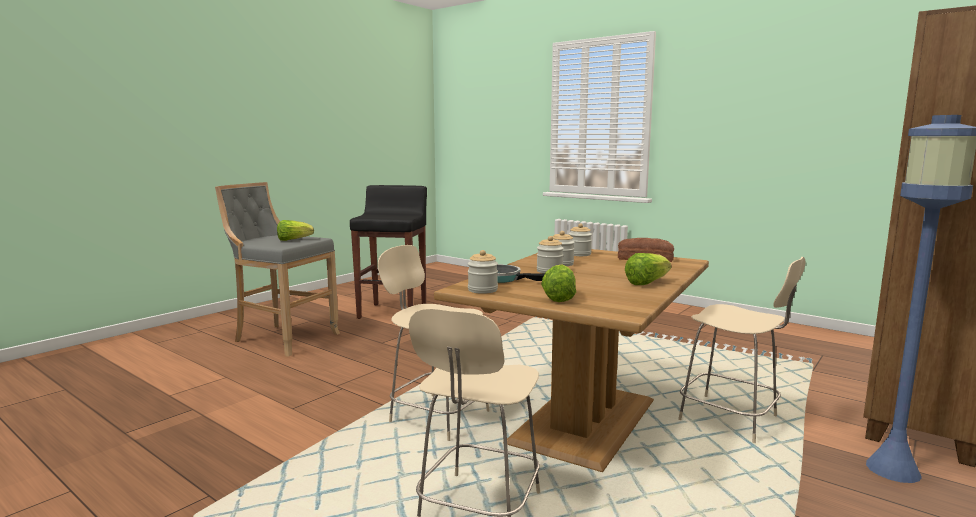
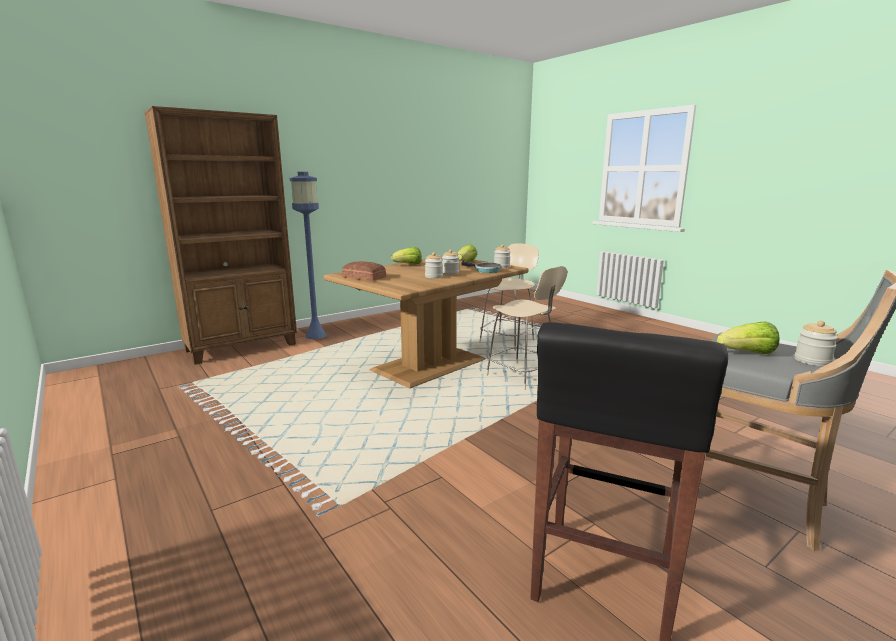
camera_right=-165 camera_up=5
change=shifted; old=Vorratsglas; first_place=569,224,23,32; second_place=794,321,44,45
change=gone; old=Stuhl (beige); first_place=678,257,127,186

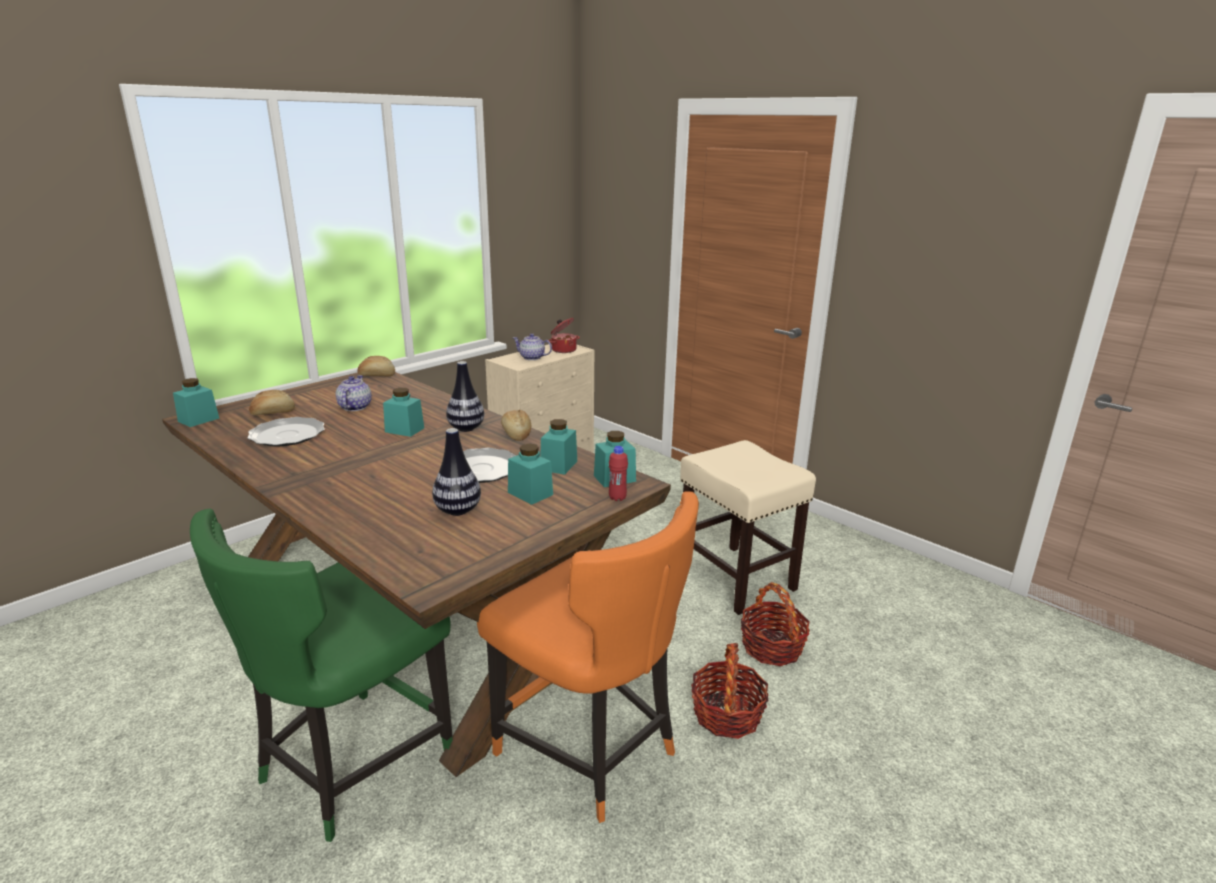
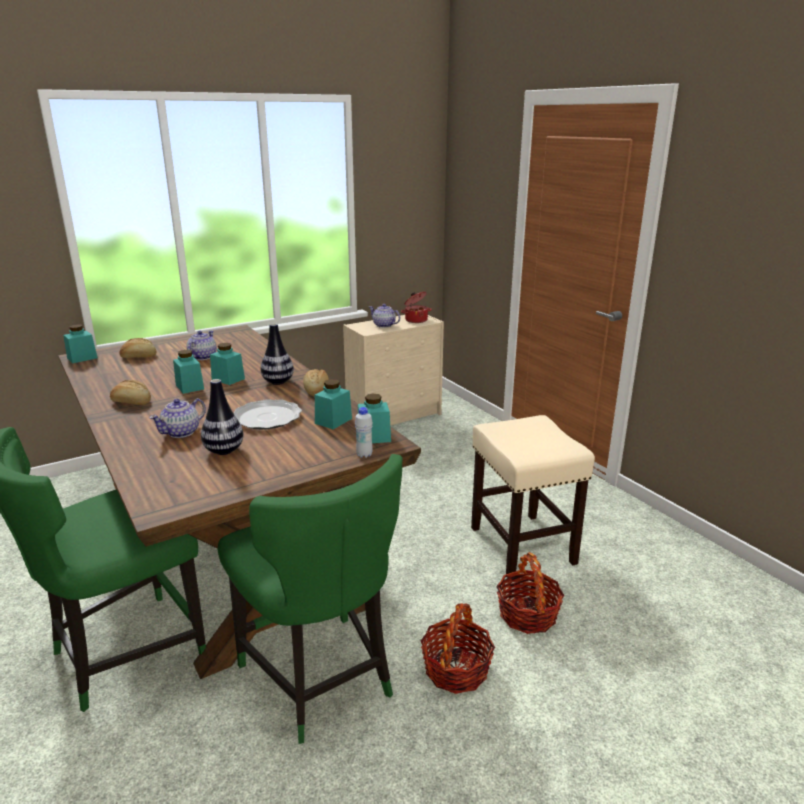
camera_right=15 camera_up=0
change=shifted; old=Brot; first_place=357,356,38,20; second_place=110,380,41,25
change=new; new=Teekanne; second_place=149,398,57,40
change=shifted; old=Vorratsglas (türkis); first_place=508,444,45,61; second_place=173,350,31,44
change=repainted; old=Stuhl (orange); new=Stuhl (grün); first_place=477,491,222,332; second_place=217,454,186,290
change=repainted; old=Flasche (rot); new=Flasche (weiß); first_place=609,446,19,55; second_place=355,407,18,51
change=gone; old=Teller; first_place=247,417,78,30

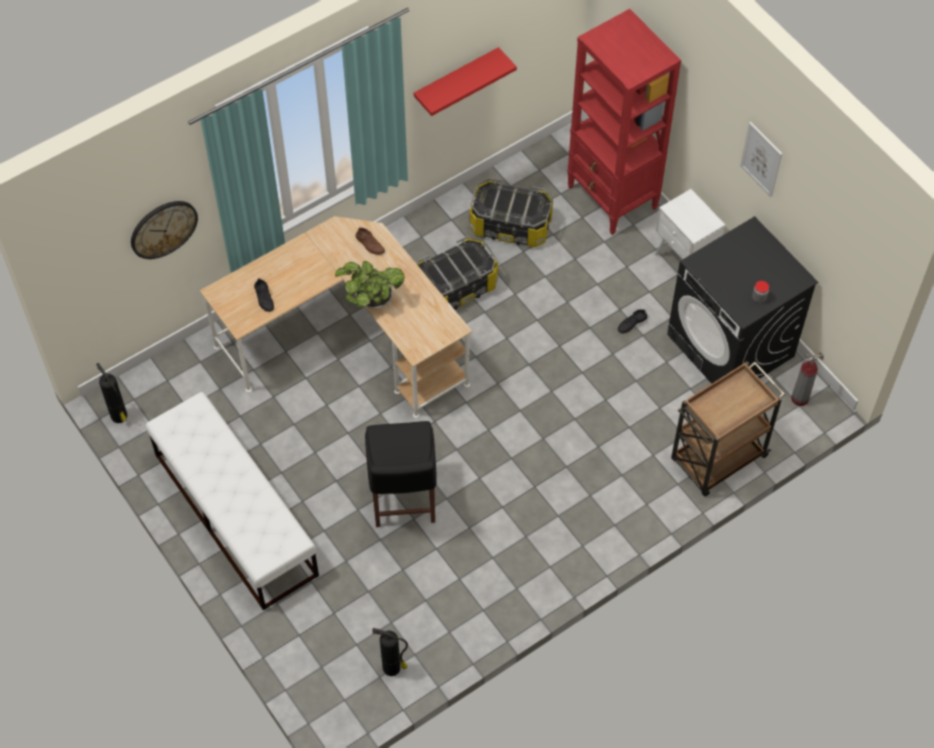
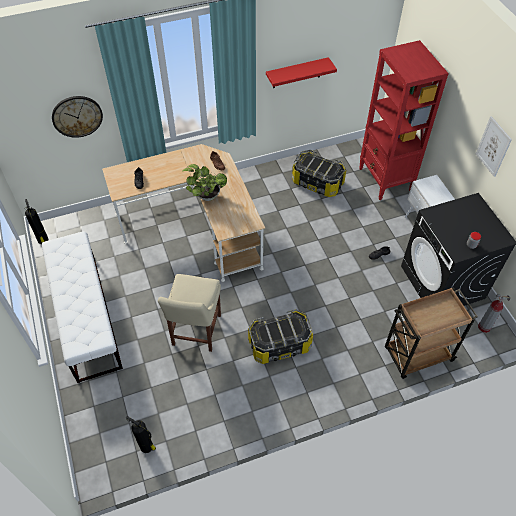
camera_right=15 camera_up=-5
change=repainted; old=Stuhl (schwarz); new=Stuhl (beige); first_place=365,421,72,106; second_place=158,274,63,78
change=shifted; old=Aufbewahrungsbox; first_place=417,236,81,74; second_place=248,309,65,55

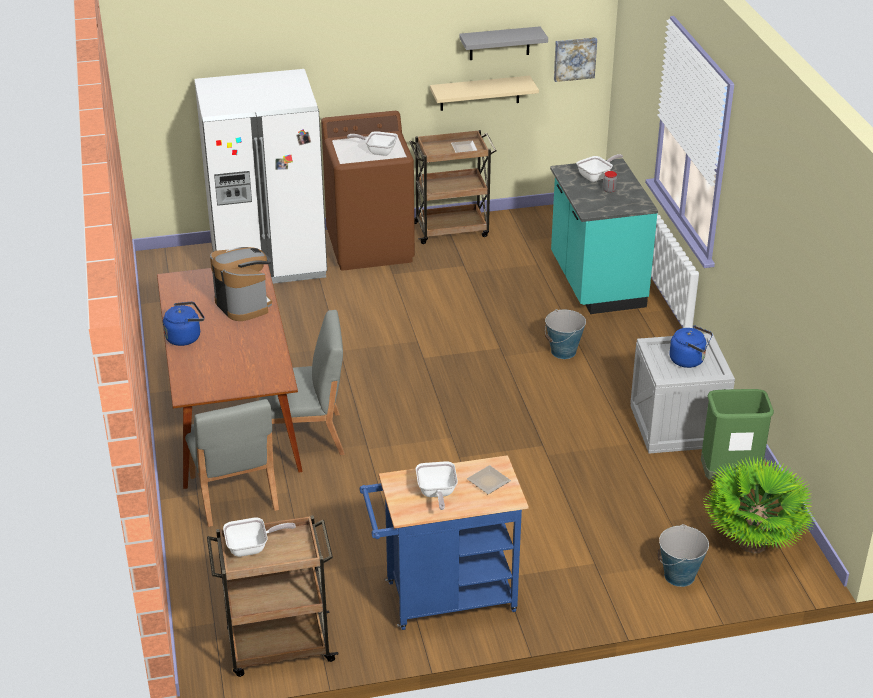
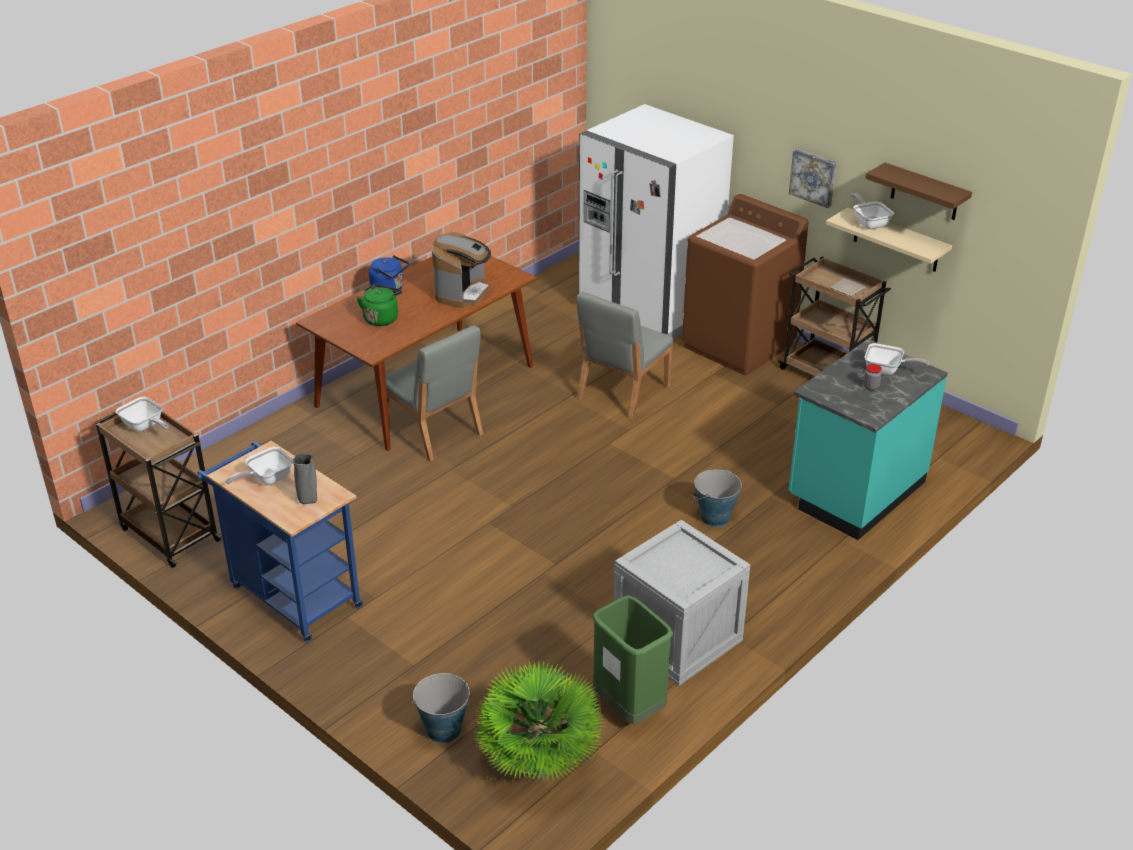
camera_right=55 camera_up=0
change=swapped; old=Teller; new=Vase (grau); first_place=467,465,44,29; second_place=292,453,25,51
change=new; new=Wasserkessel (grün); second_place=356,284,46,42
change=shifted; old=Stuhl (grau); first_place=185,399,94,128; second_place=576,292,97,128
change=shifted; old=Bild; first_place=554,37,43,45; second_place=789,149,48,59
change=shifted; old=Pfanne; first_place=347,131,51,25; second_place=851,193,43,36
change=repainted; old=Wandregal (grau); new=Wandregal (braun); first_place=459,26,89,34; second_place=865,163,107,57
change=gone; old=Wasserkessel (blau); first_place=669,325,44,43

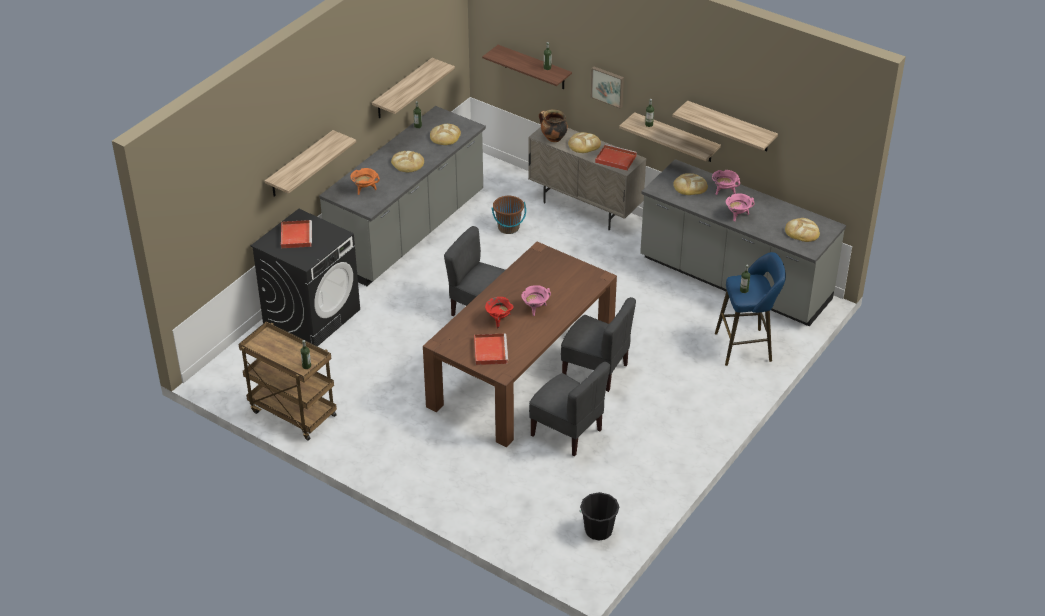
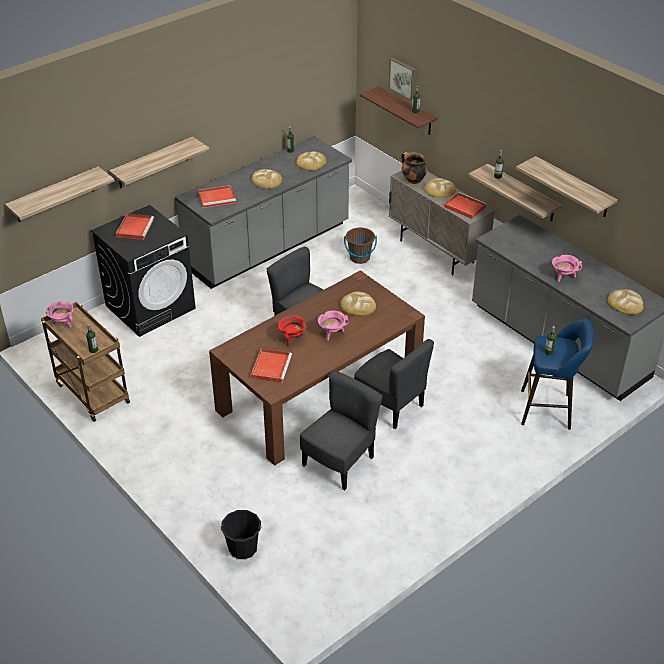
camera_right=15 camera_up=0
change=shifted; old=Wandregal; first_place=372,58,83,60; second_place=5,166,110,56
change=shifted; old=Kochtopf (rosa); first_place=712,170,28,25; second_place=46,301,27,28
change=swapped; old=Kochtopf (orange); new=Tablett (rot); first_place=351,168,29,27; second_place=198,185,38,23
change=shifted; old=Eimer (schwarz); first_place=579,492,40,49; second_place=221,510,41,49
change=rotated; old=Stuhl (grau); first_place=529,362,81,94; second_place=300,370,83,120; degrees=-105
change=shifted; old=Brot; first_place=673,173,35,22; second_place=341,291,35,25
change=shifted; old=Bild; first_place=591,67,33,42; second_place=389,58,27,42

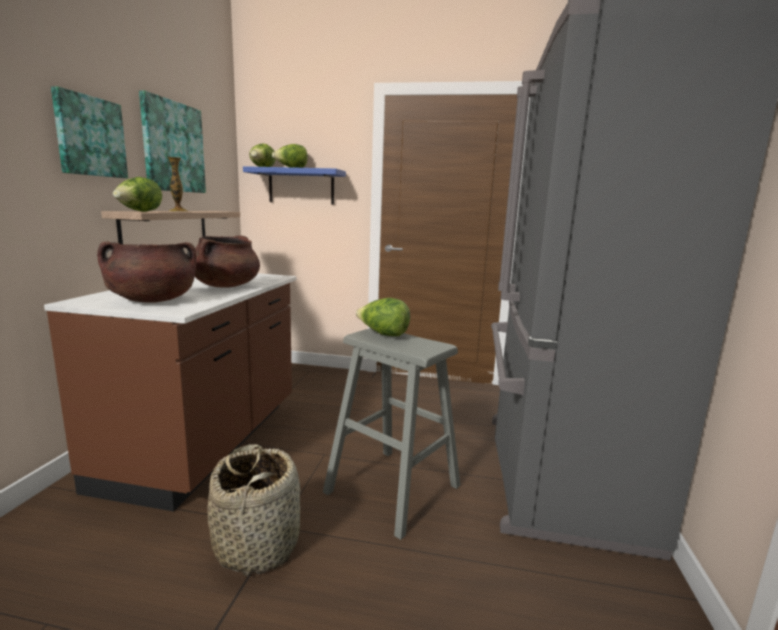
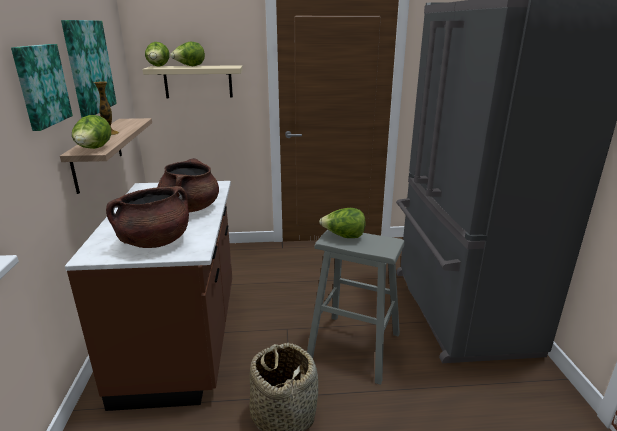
camera_right=-15 camera_up=10
change=repainted; old=Wandregal (blau); new=Wandregal (beige); first_place=243,166,103,39; second_place=142,65,101,33

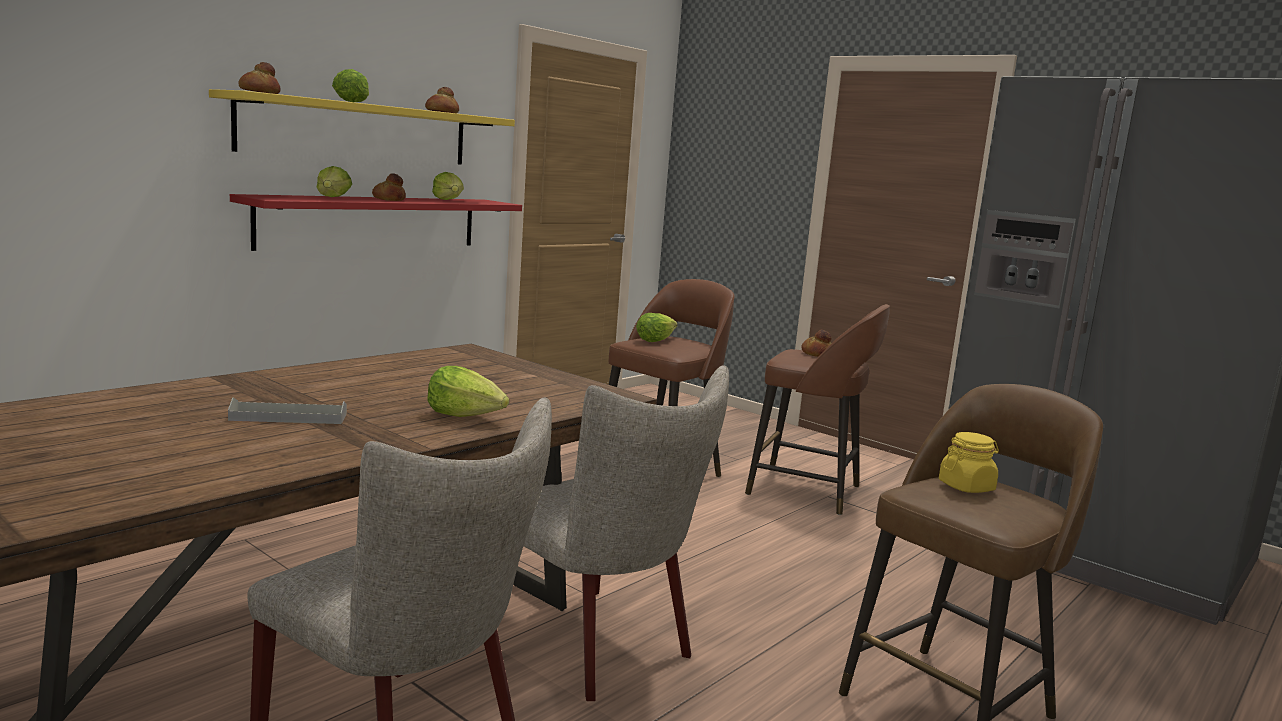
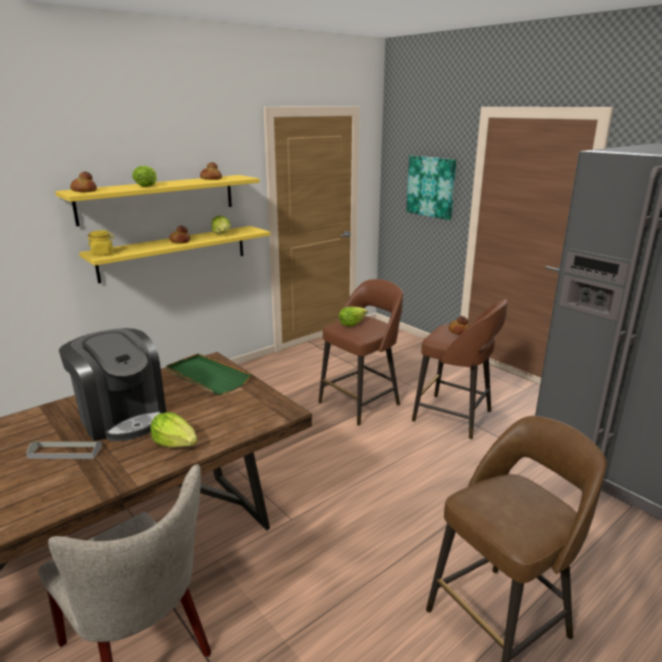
camera_right=10 camera_up=10
change=new; new=Kaffeemaschine; second_place=59,328,107,114
change=repainted; old=Wandregal (rot); new=Wandregal (gelb); first_place=230,194,292,57; second_place=79,226,191,58
change=shifted; old=Vorratsglas (gelb); first_place=939,432,60,61; second_place=88,230,26,25
change=new; new=Tablett (grün); second_place=166,354,85,41
change=new; new=Bild; second_place=406,156,50,64
change=gone; old=Salatkopf; first_place=317,166,35,31
change=gone; old=Stuhl (beige); first_place=524,365,205,336

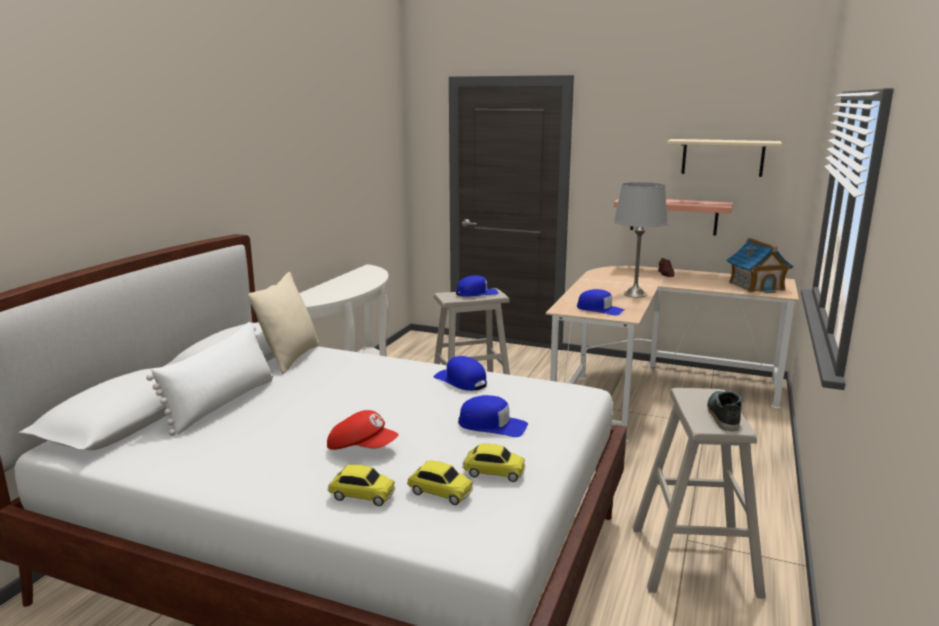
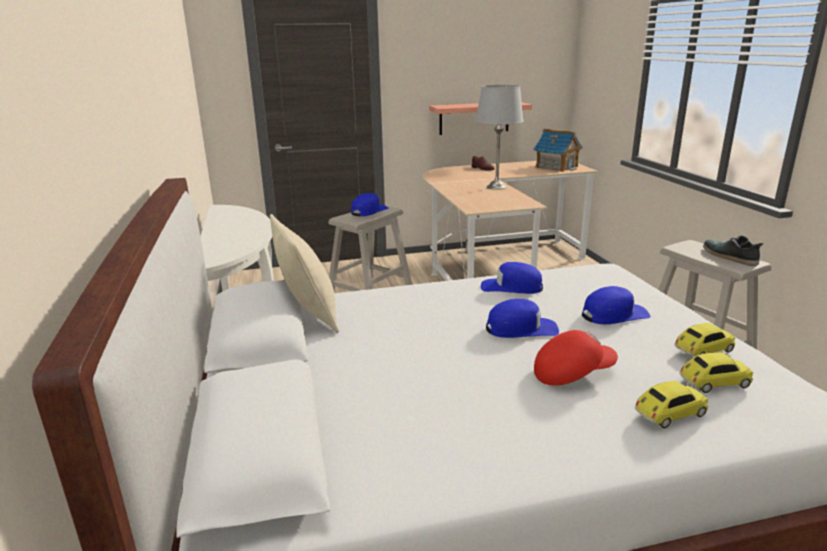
camera_right=-35 camera_up=5
change=shifted; old=Kappe (blau); first_place=577,289,47,27; second_place=486,299,73,39
change=gone; old=Kissen (weiß); first_place=146,322,127,114
change=gone; old=Wandregal (beige); first_place=667,139,115,38

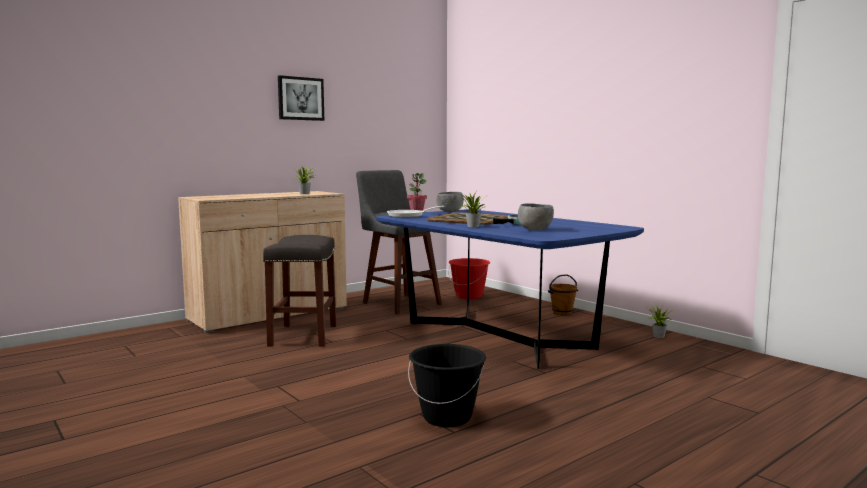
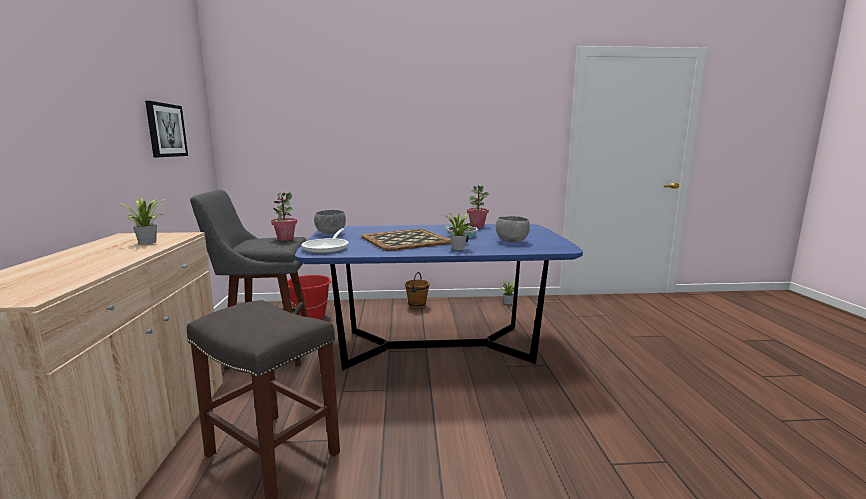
camera_right=-55 camera_up=5
change=shifted; old=Bild; first_place=278,75,46,46; second_place=145,101,43,56
change=new; new=Topfpflanze; second_place=467,186,22,42
change=gone; old=Eimer (schwarz); first_place=408,344,78,83

